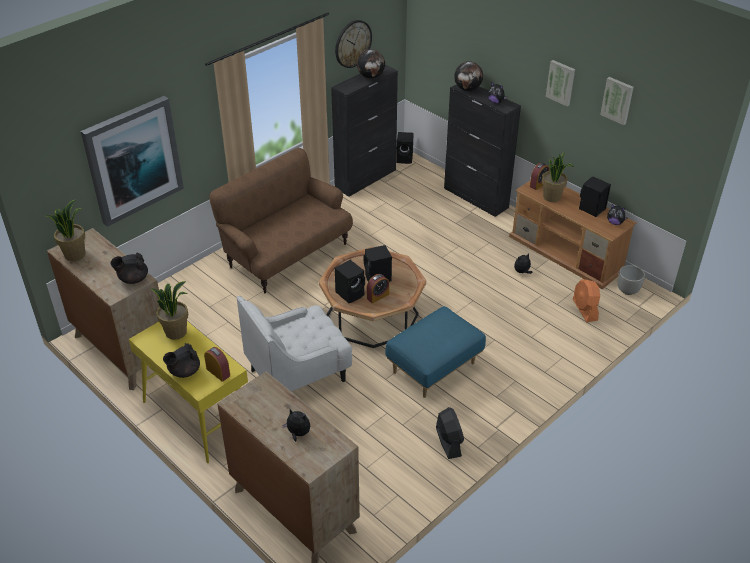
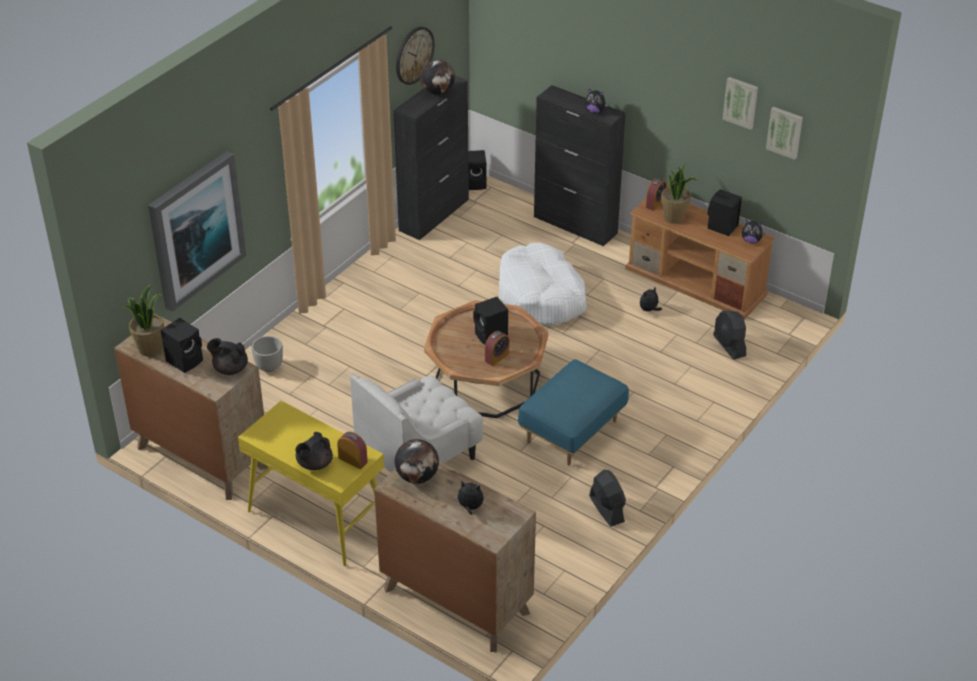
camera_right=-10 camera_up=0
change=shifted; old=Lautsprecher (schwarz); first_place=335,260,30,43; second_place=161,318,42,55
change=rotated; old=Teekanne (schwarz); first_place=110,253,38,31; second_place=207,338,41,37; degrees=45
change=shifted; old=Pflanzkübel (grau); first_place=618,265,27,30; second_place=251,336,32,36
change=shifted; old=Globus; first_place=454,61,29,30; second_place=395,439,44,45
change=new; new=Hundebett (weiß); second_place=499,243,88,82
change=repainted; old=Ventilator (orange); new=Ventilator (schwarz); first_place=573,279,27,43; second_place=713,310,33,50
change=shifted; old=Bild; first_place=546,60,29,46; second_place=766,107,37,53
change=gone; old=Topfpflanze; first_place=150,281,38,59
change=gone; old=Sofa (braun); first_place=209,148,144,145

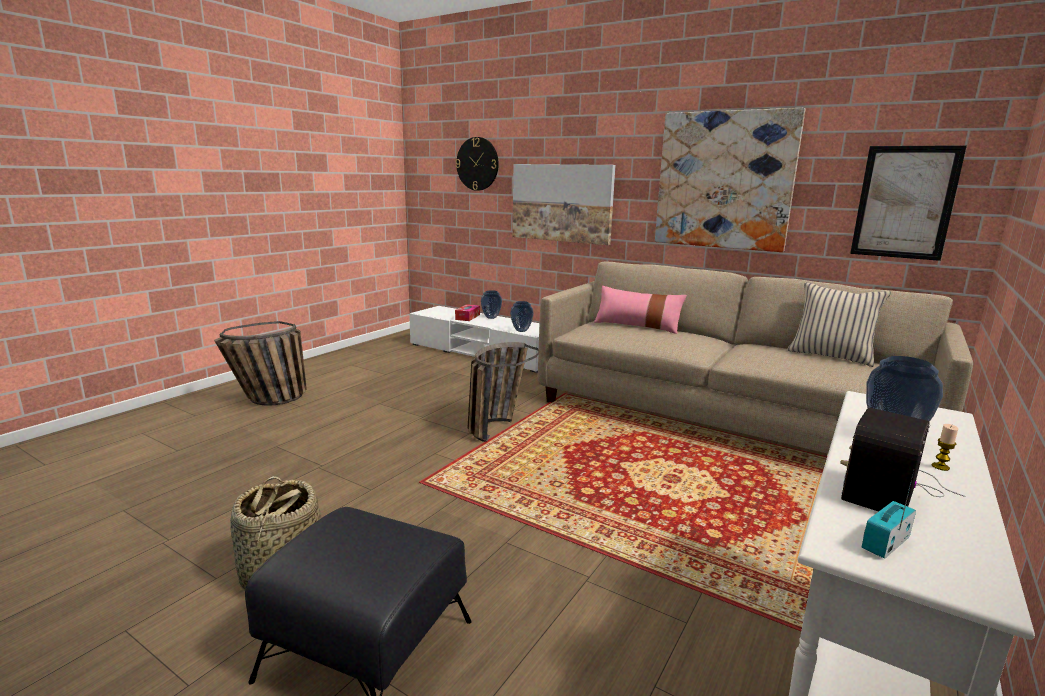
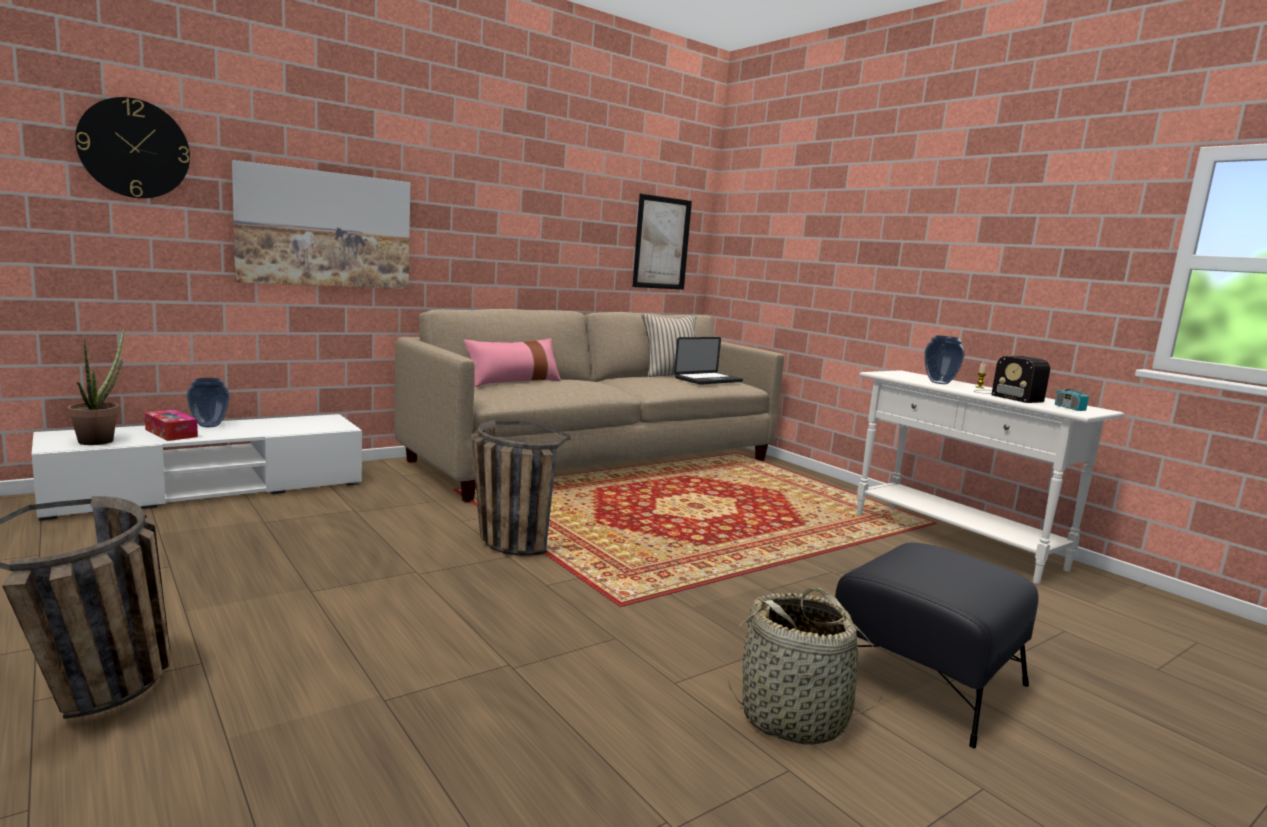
camera_right=-70 camera_up=-5
change=new; new=Topfpflanze; second_place=68,329,56,116
change=new; new=Laptop; second_place=674,337,69,48
change=gone; old=Vase; first_place=510,301,24,31
change=gone; old=Bild; first_place=655,108,150,144

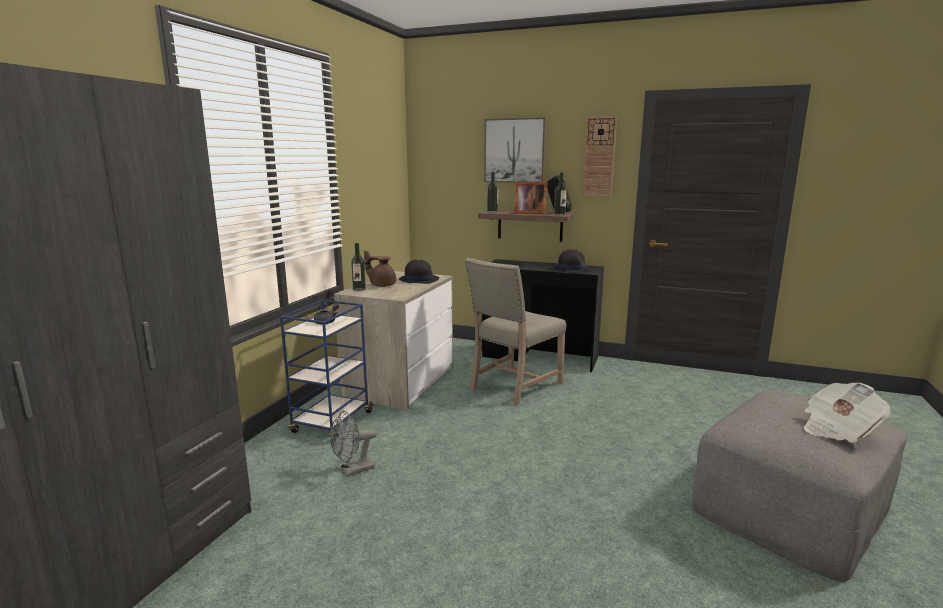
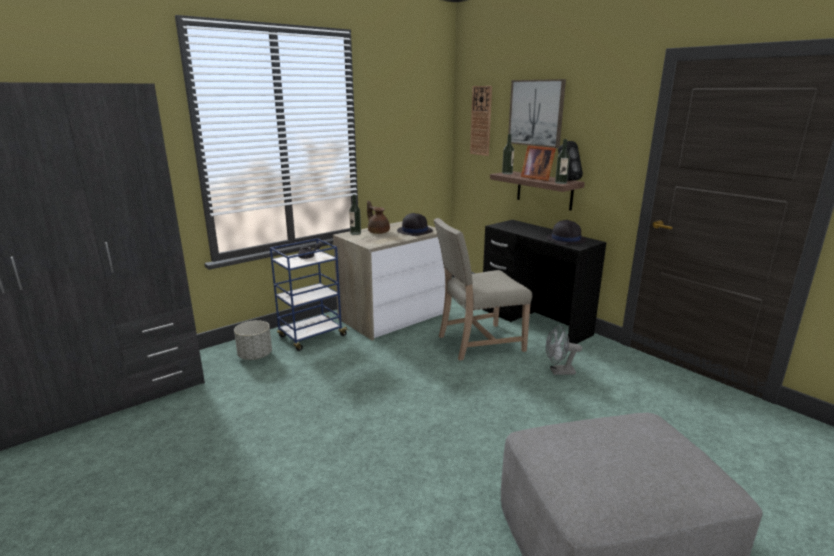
camera_right=30 camera_up=5
change=new; new=Pflanzkübel (grau); second_place=234,320,38,40
change=shifted; old=Wanduhr; first_place=583,116,34,80; second_place=470,86,22,70
change=shifted; old=Ventilator (grau); first_place=330,411,47,65; second_place=546,326,36,49
change=gone; old=Zeitung; first_place=804,383,87,60

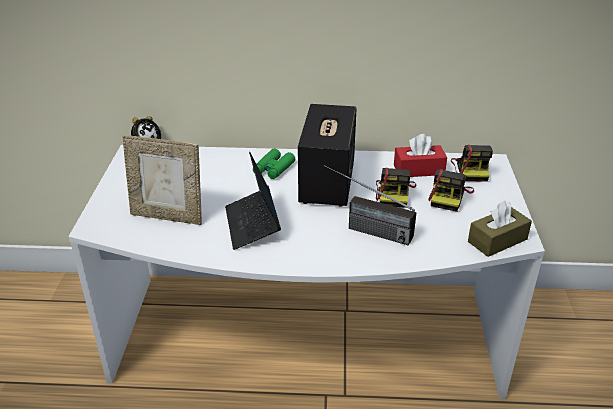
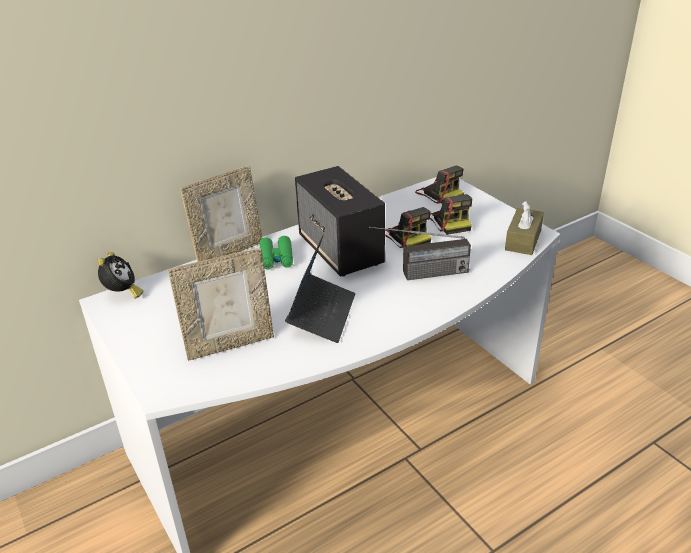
camera_right=-35 camera_up=0
change=new; new=Bilderrahmen; second_place=180,166,82,96
change=rotated; old=Laptop; first_place=225,152,56,98; second_place=285,235,70,108; degrees=-120
change=gone; old=Taschentuchbox (rot); first_place=394,134,53,43

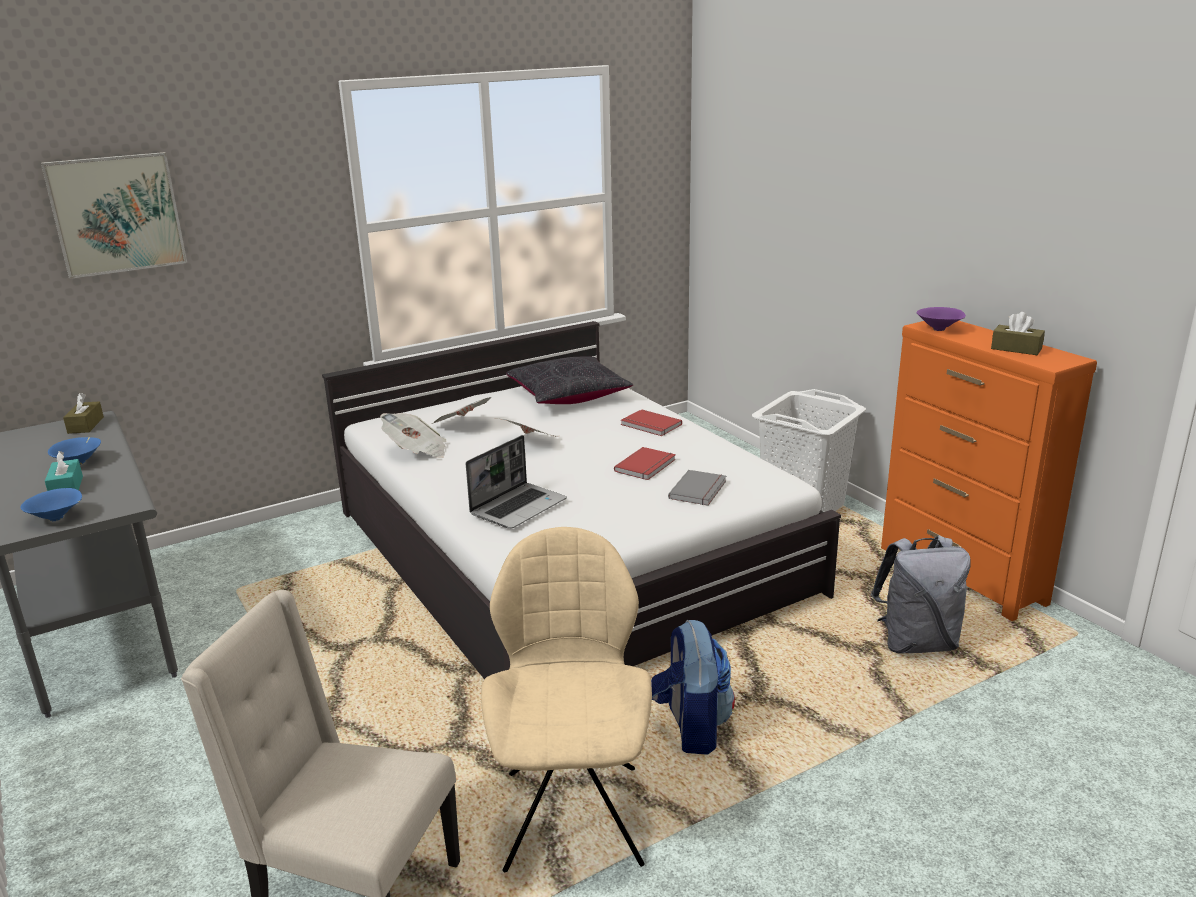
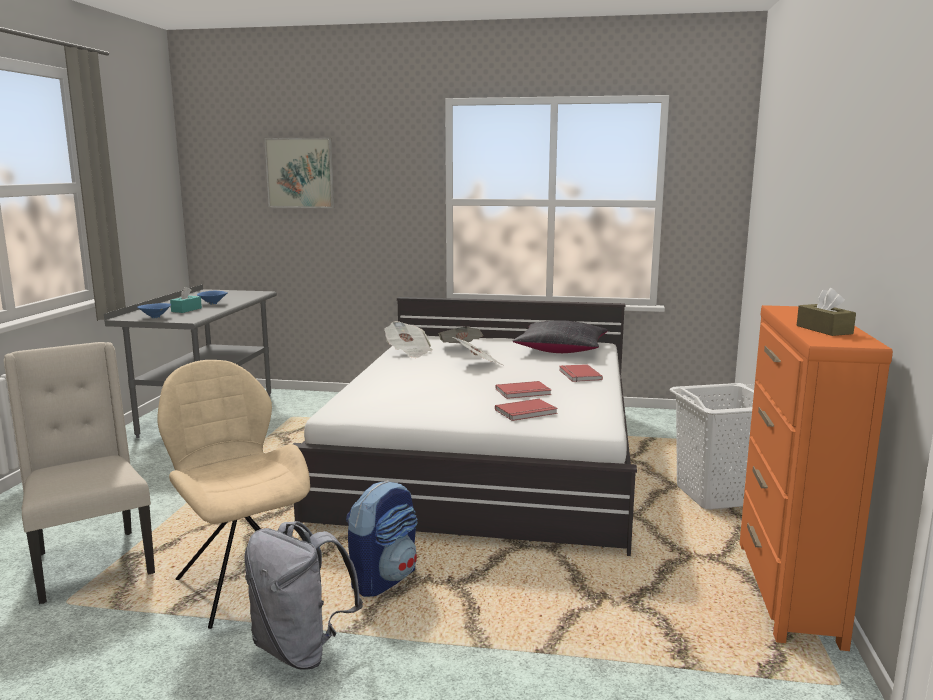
camera_right=40 camera_up=-10
change=rotated; old=Stuhl (beige); first_place=481,527,171,345; second_place=157,360,153,269; degrees=-75
change=shifted; old=Rucksack (grau); first_place=871,535,100,119; second_place=244,521,119,149
change=repainted; old=Buch (grau); new=Buch (rot); first_place=668,470,58,36; second_place=495,399,63,22
change=gone; old=Taschentuchbox (braun); first_place=63,393,41,41
change=gone; old=Laptop; first_place=466,435,101,94
change=gone; old=Schüssel (lila); first_place=917,307,49,24

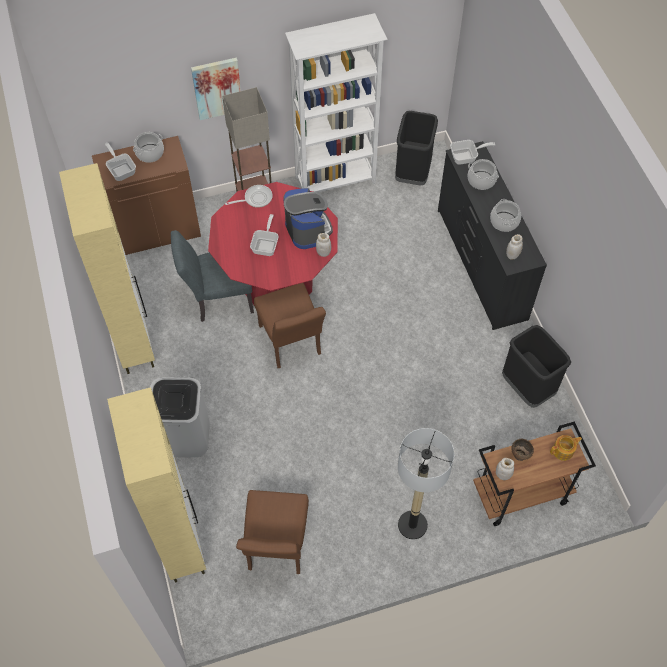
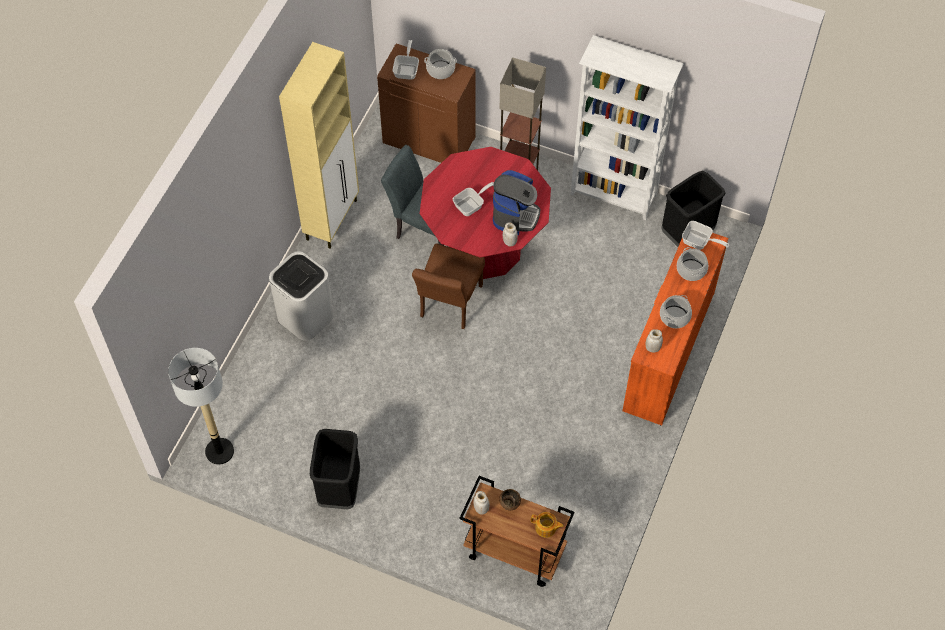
camera_right=40 camera_up=0
change=shifted; old=Stehlampe; first_place=398,428,56,111; second_place=168,348,66,117
change=shifted; old=Mülleimer (schwarz); first_place=502,325,69,83; second_place=310,429,50,80
change=repainted; old=Kommode (schwarz); new=Kommode (orange); first_place=438,141,109,189; second_place=622,233,107,192
change=gone; old=Schrank (beige); first_place=107,387,99,196
change=gone; old=Bild; first_place=191,58,50,62
change=gone; old=Pfanne; first_place=225,185,48,23
change=gone; old=Stuhl (braun); first_place=236,490,73,84

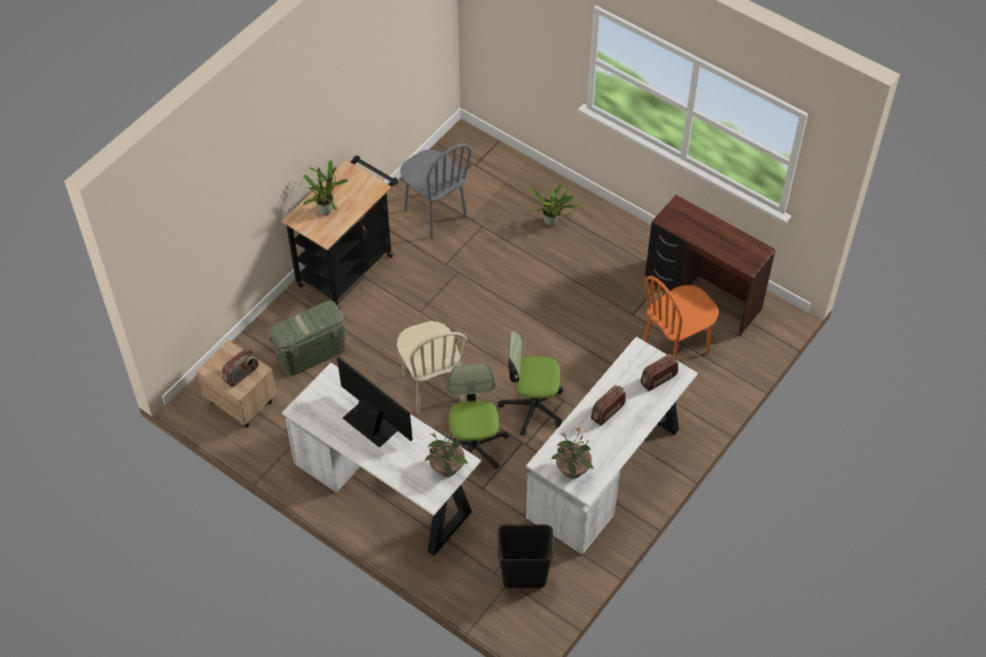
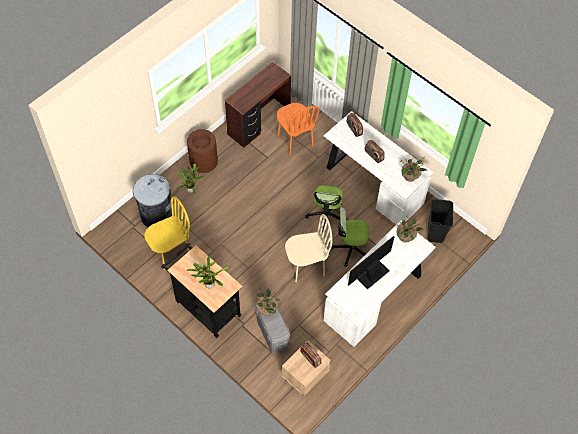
camera_right=-85 camera_up=5
change=new; new=Mülleimer (grau); second_place=133,174,39,53
change=repainted; old=Stuhl (grau); new=Stuhl (gelb); first_place=400,144,71,94; second_place=144,196,46,74
change=new; new=Mülleimer (braun); second_place=187,129,31,44
change=repainted; old=Aufbewahrungsbox (grün); new=Aufbewahrungsbox (grau); first_place=269,301,77,75; second_place=255,304,35,49
change=new; new=Topfpflanze; second_place=256,288,24,28

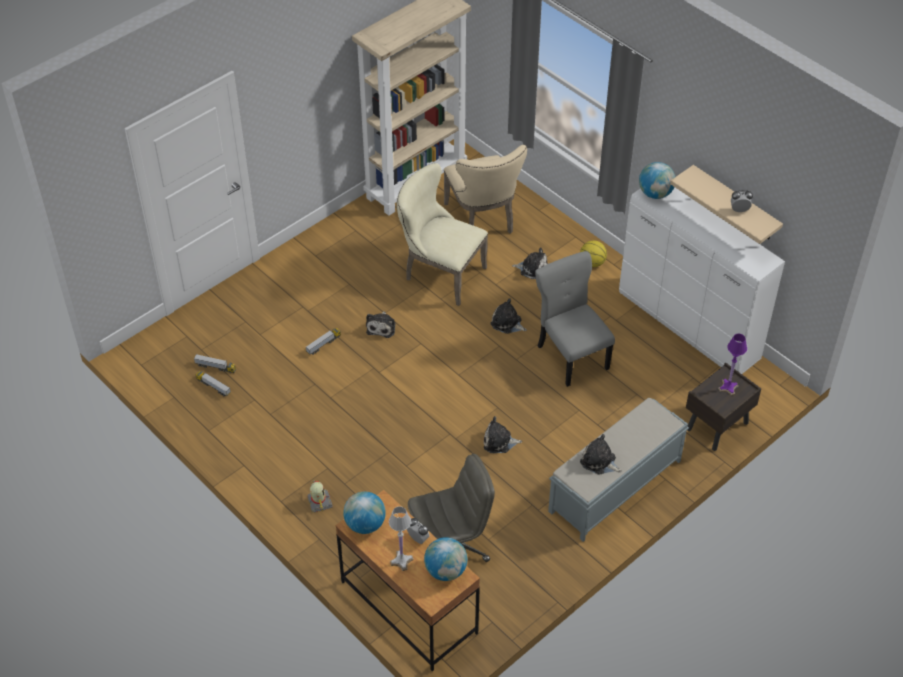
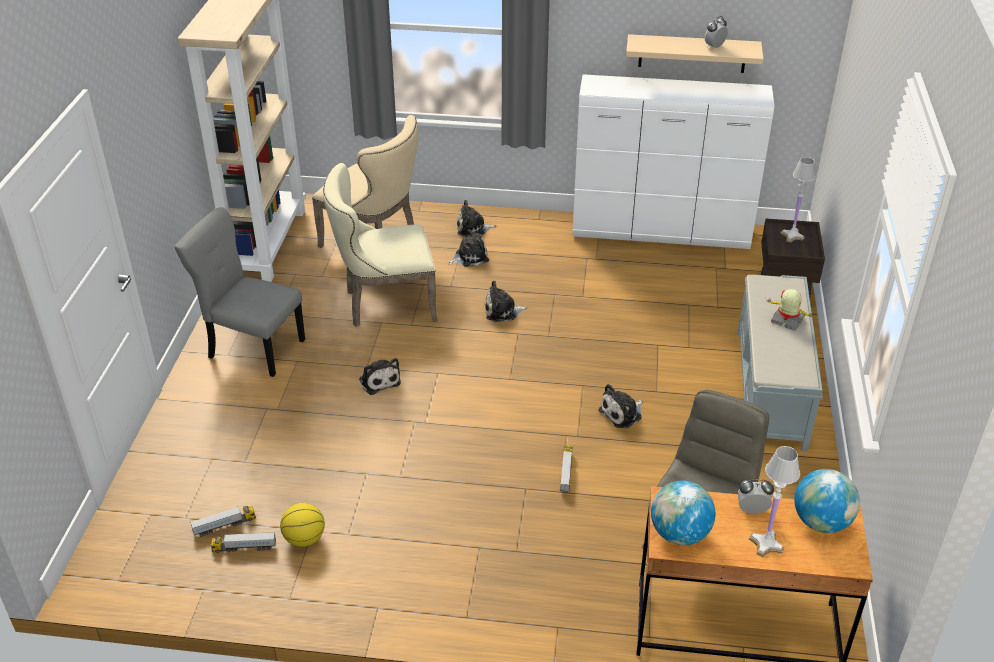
camera_right=-40 camera_up=-10
change=shifted; old=Stuhl (grau); first_place=535,251,80,136; second_place=174,207,131,170
change=shifted; old=Basketball; first_place=580,240,27,27; second_place=280,503,45,44
change=shifted; old=Plüschtier; first_place=580,434,42,41; second_place=457,200,40,37
change=shifted; old=Spielzeuglaster; first_place=306,328,35,27; second_place=560,445,13,47
change=shifted; old=Spielzeugroboter; first_place=307,478,26,34; second_place=766,289,47,42
change=repainted; old=Tischlampe (lila); new=Tischlampe (weiß); first_place=718,334,29,62; second_place=780,157,36,85
change=gone; old=Globus; first_place=639,162,36,37

